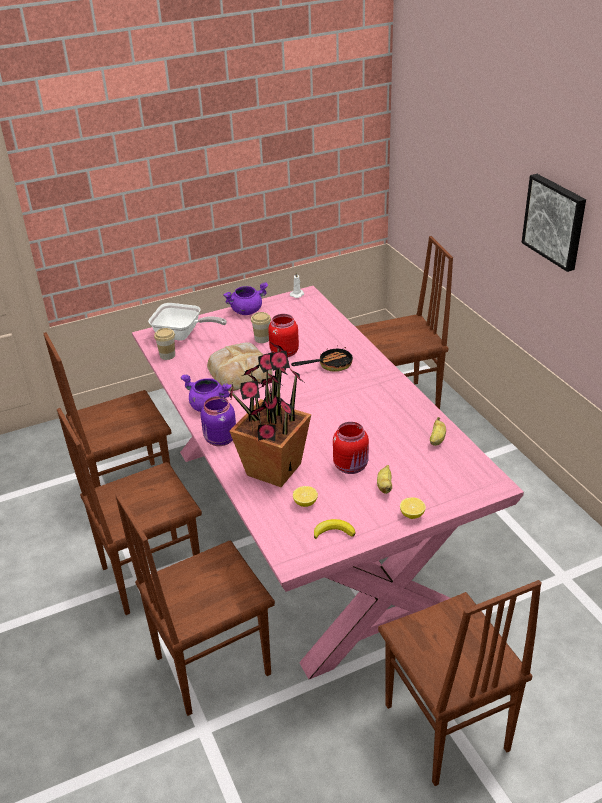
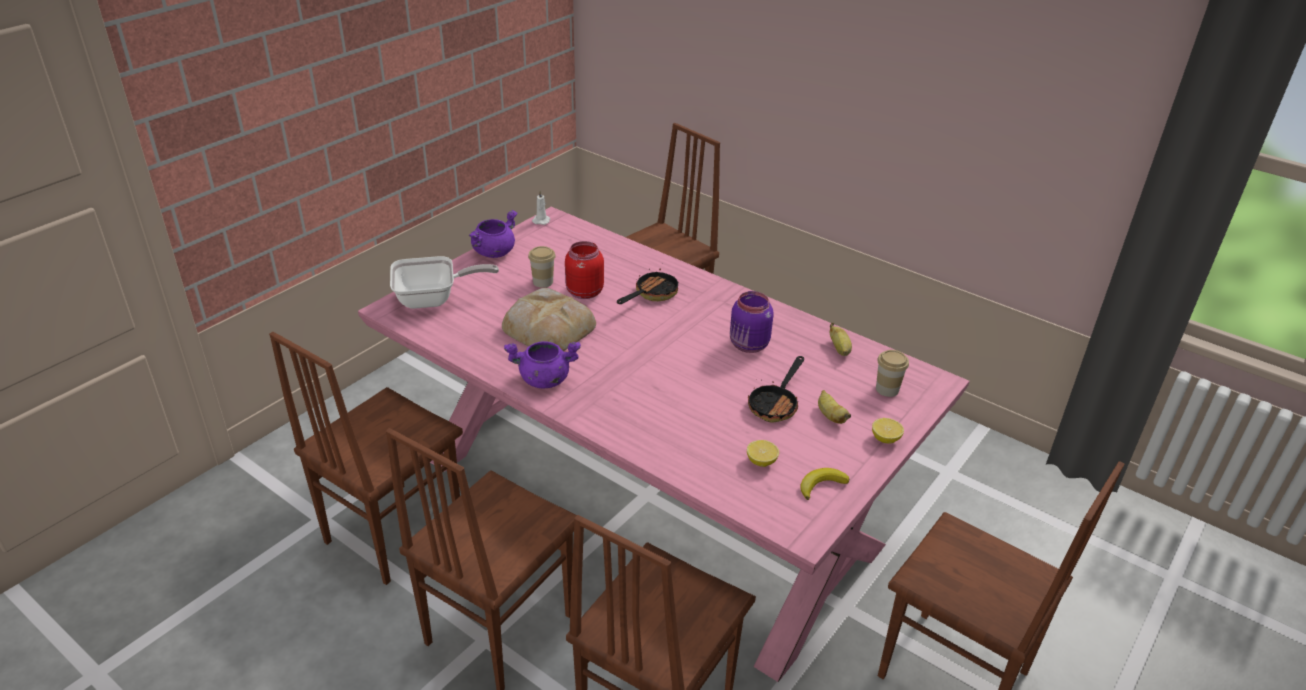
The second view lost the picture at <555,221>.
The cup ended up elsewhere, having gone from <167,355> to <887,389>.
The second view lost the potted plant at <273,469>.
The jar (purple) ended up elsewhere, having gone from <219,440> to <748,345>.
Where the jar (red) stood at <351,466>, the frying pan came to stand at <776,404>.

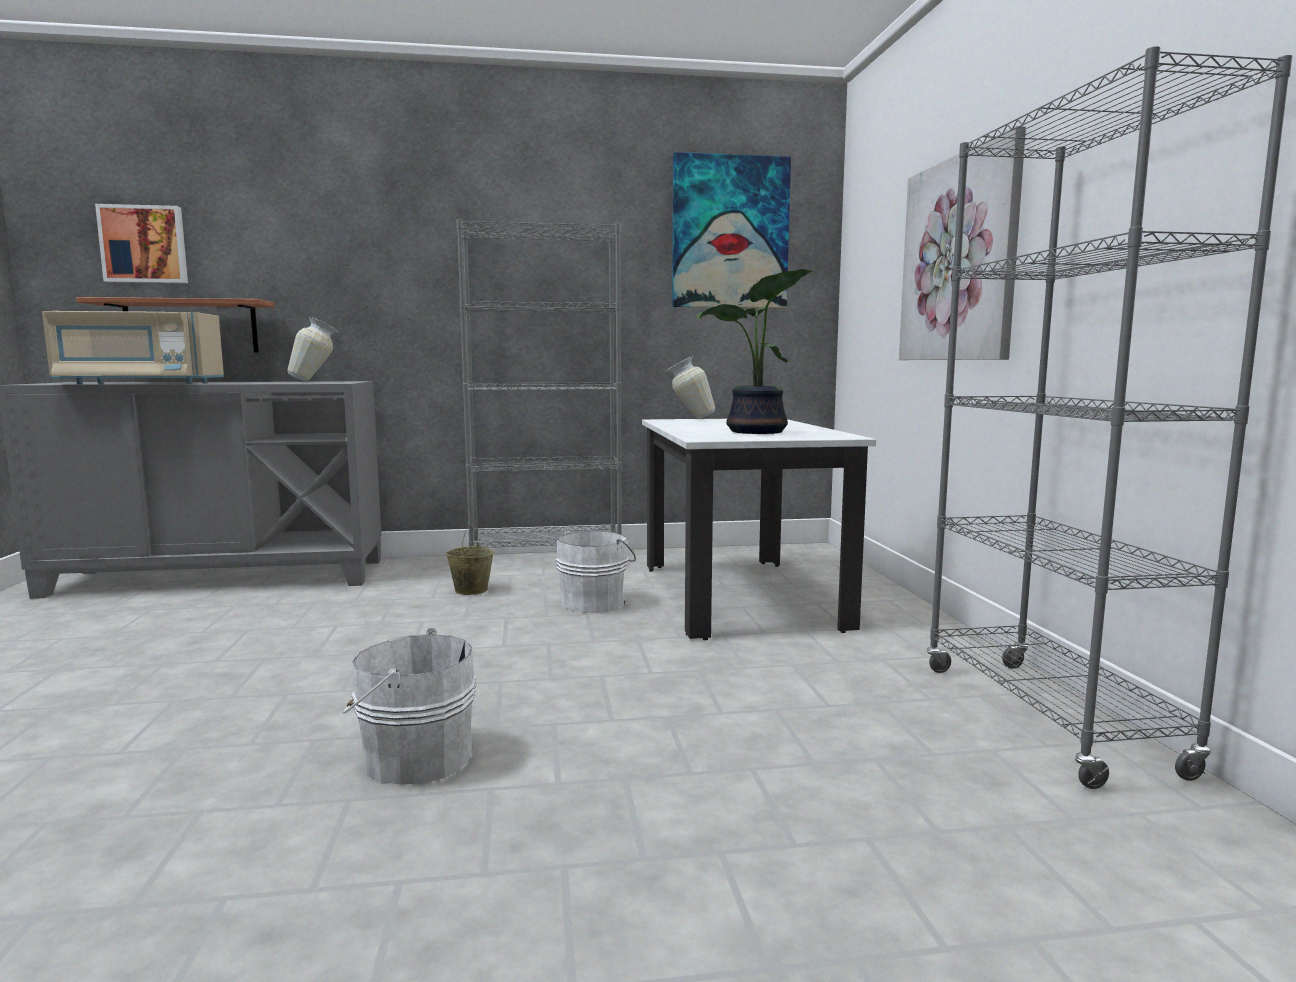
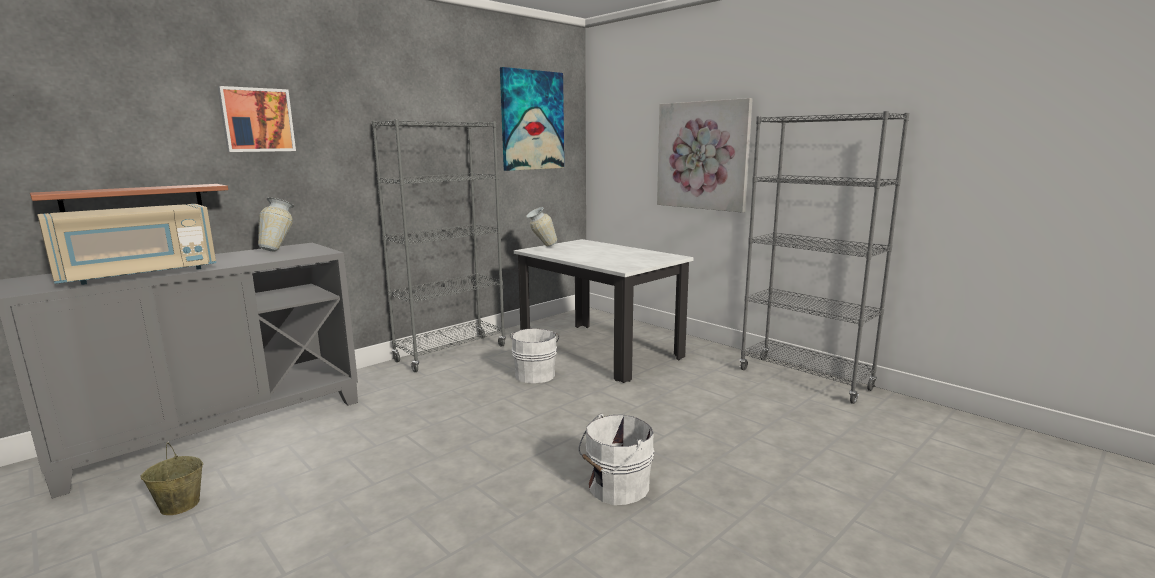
The picture ended up elsewhere, having gone from <144,244> to <257,120>.
The second view lost the potted plant at <756,432>.
The bucket (beige) ended up elsewhere, having gone from <470,590> to <179,505>.

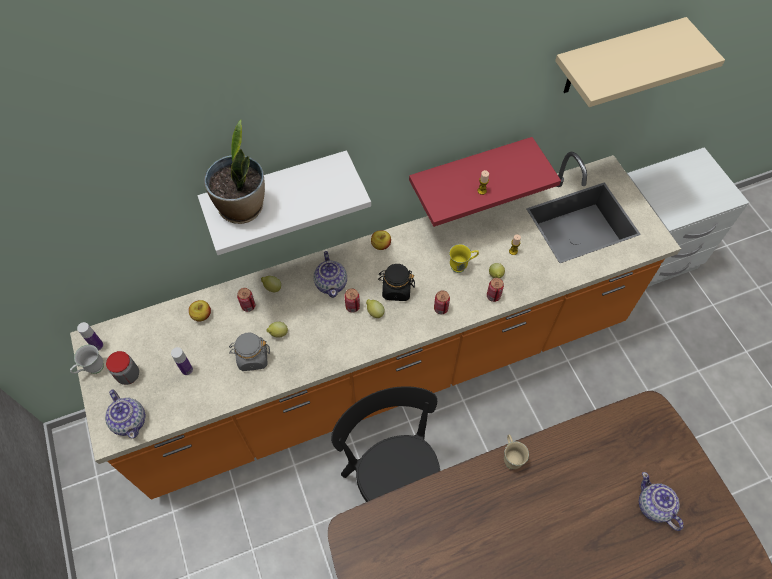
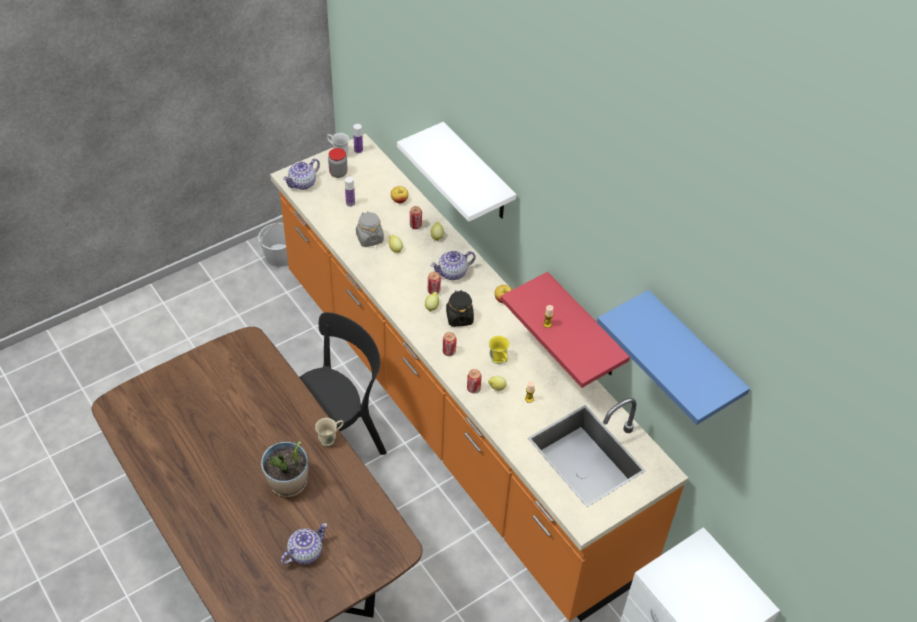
What was the shelf (beige) at <614,57> turned into the shelf (blue) at <692,355>.
The potted plant ended up elsewhere, having gone from <242,207> to <288,483>.
The second view gained the bucket (white) at <279,256>.

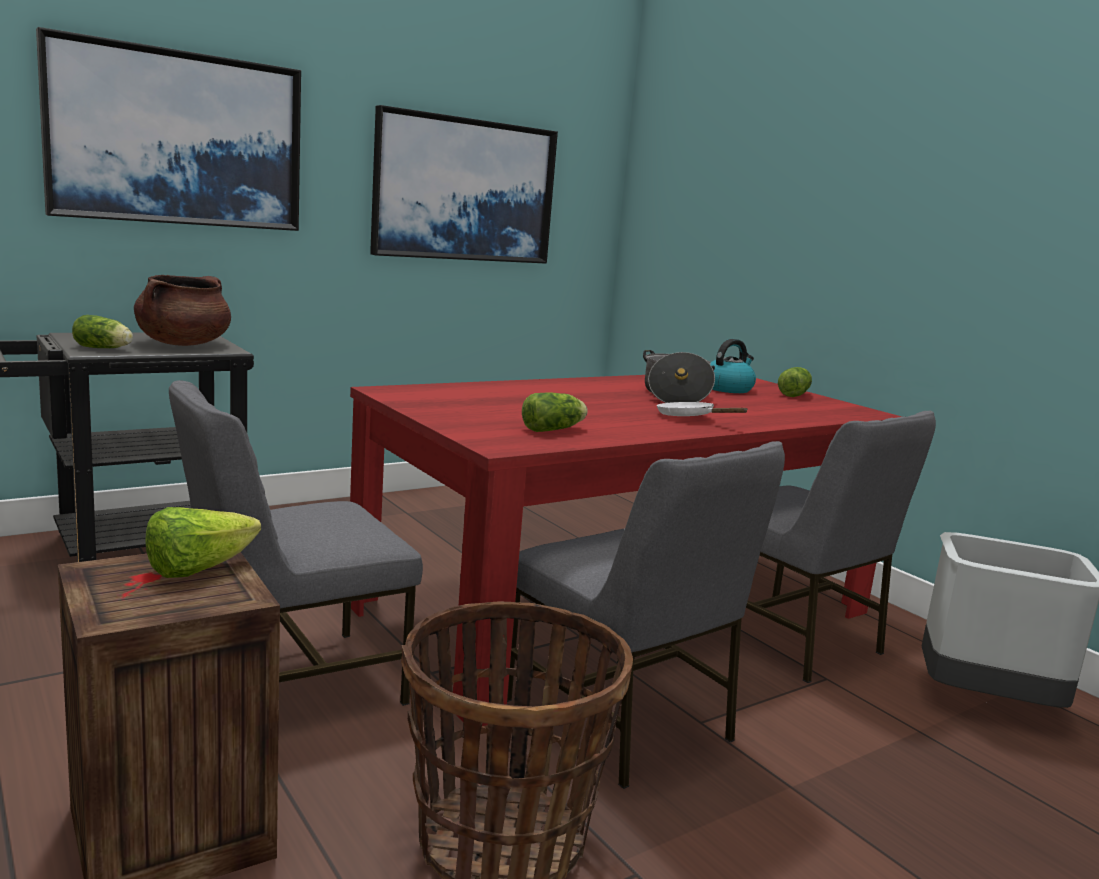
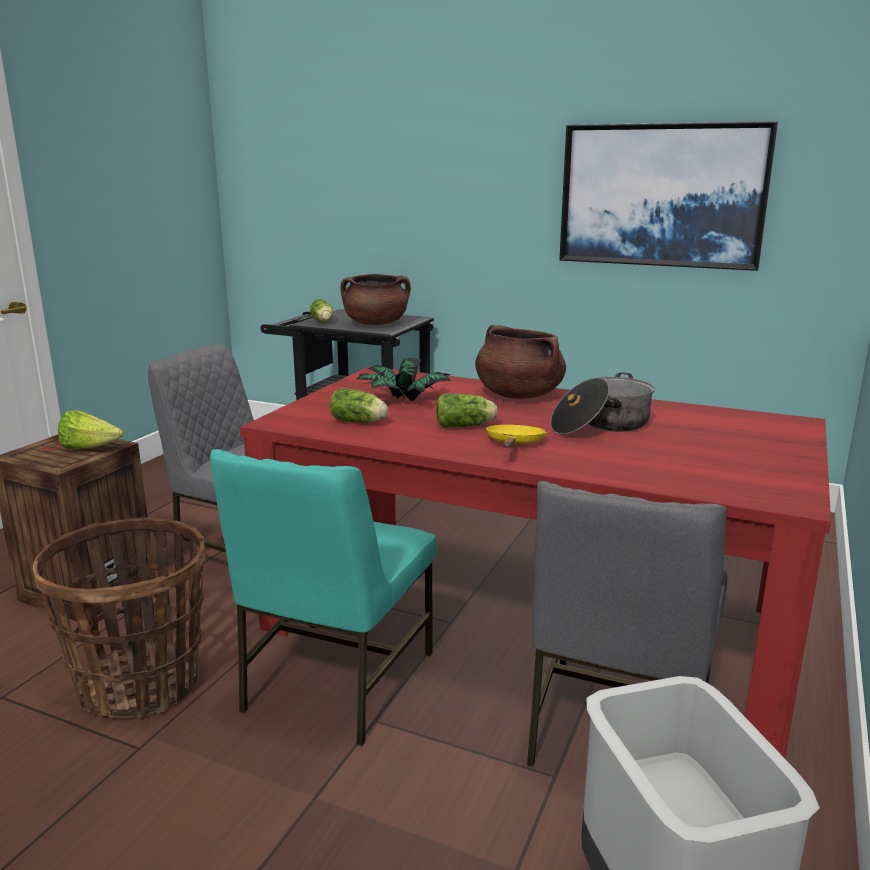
The second view lost the picture at <177,139>.
The second view lost the kettle at <727,388>.
The lettuce ended up elsewhere, having gone from <794,394> to <466,426>.
What was the frying pan (white) at <690,418> turned into the frying pan (yellow) at <515,444>.
What was the chair (grey) at <621,720> turned into the chair (turquoise) at <335,682>.
The second view gained the cooking pot (brown) at <518,395>.
The second view gained the potted plant at <403,401>.

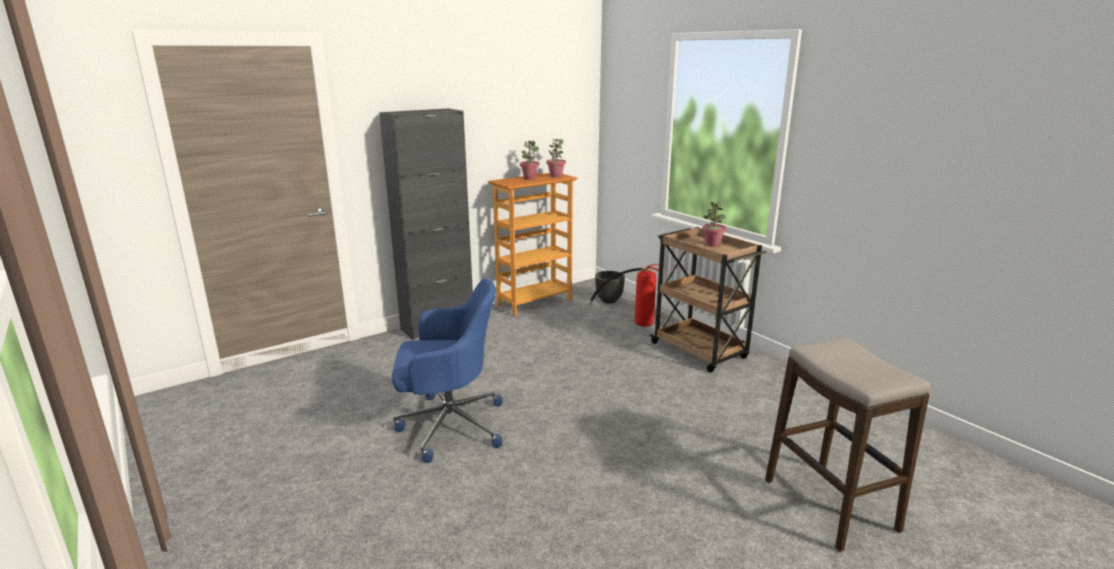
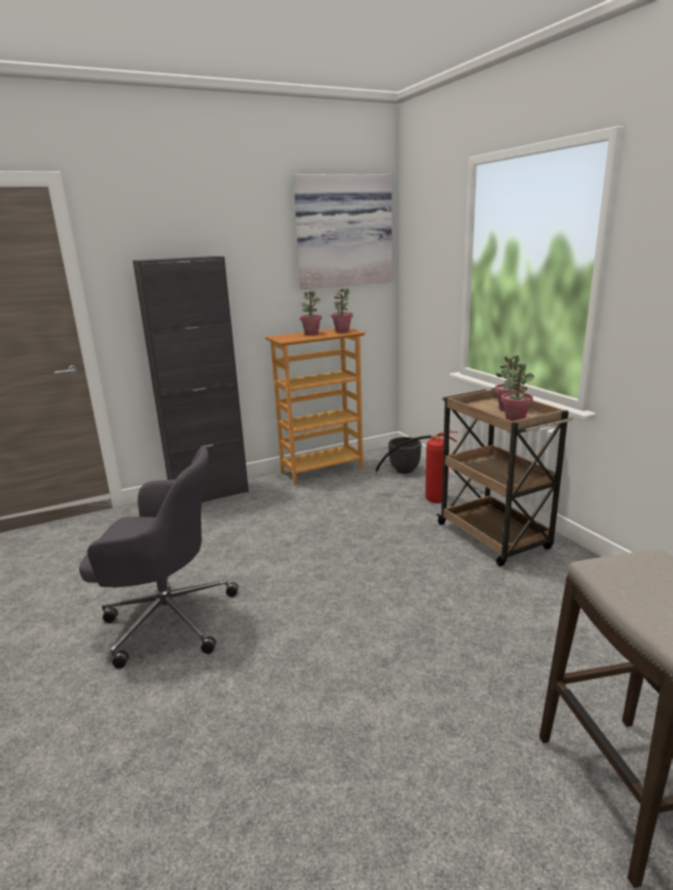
What was the office chair (blue) at <449,425> turned into the office chair (grey) at <166,618>.
The second view gained the picture at <343,231>.
The second view gained the potted plant at <515,419>.

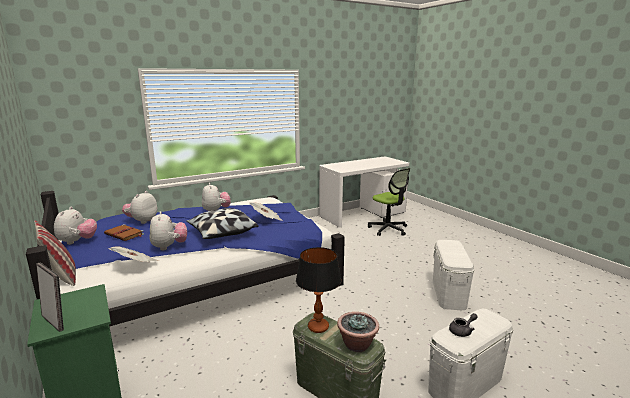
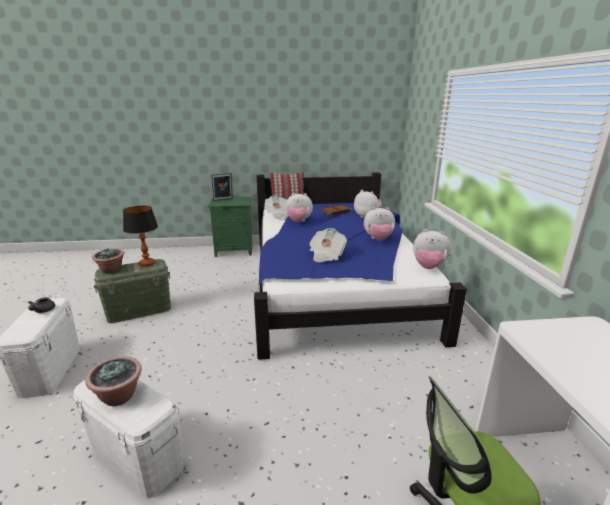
The plush toy ended up elsewhere, having gone from <78,241> to <428,267>.
The second view lost the pillow at <222,233>.
The second view gained the potted plant at <119,396>.

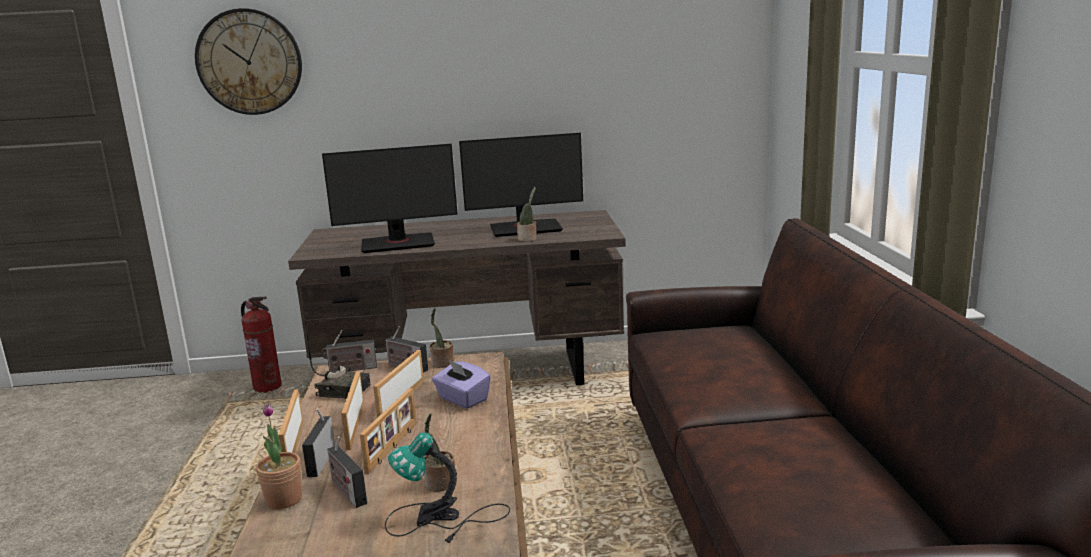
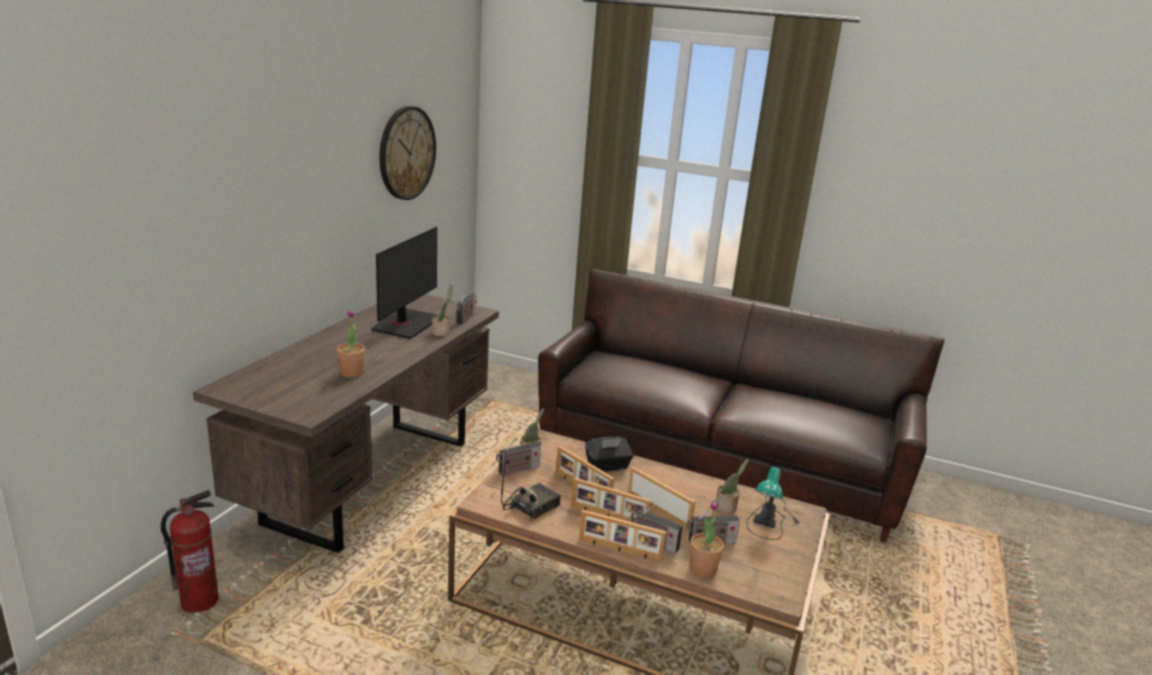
The wall clock ended up elsewhere, having gone from <249,62> to <406,153>.
Where the monitor stood at <398,243>, the potted plant came to stand at <351,373>.
The radio ended up elsewhere, having gone from <350,370> to <466,319>.
What was the tissue box (purple) at <462,399> turned into the tissue box (black) at <607,466>.

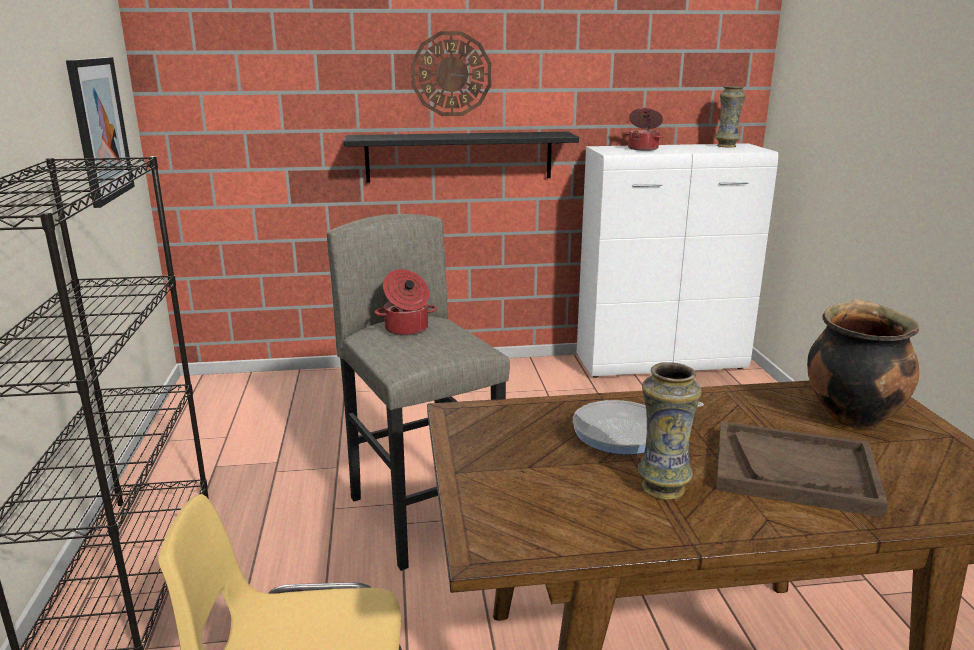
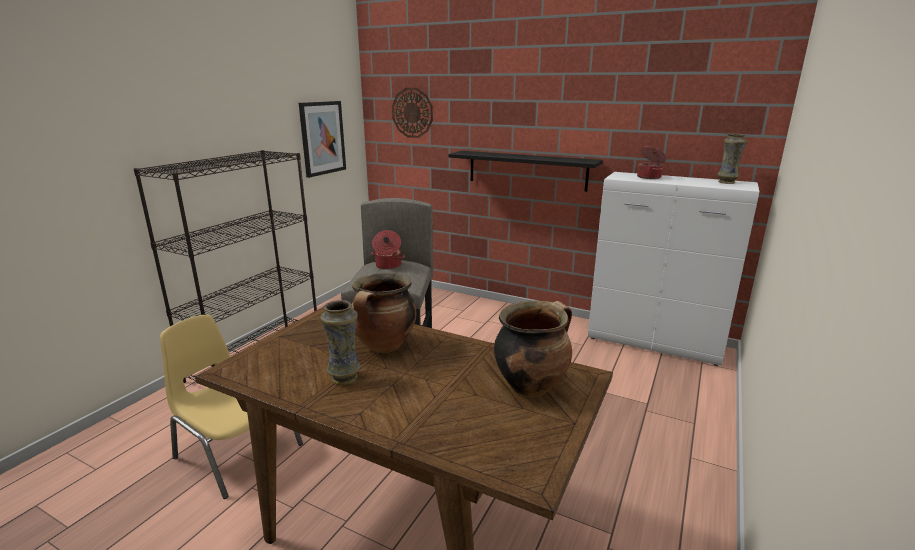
The wall clock ended up elsewhere, having gone from <451,74> to <412,113>.
Where the frying pan stood at <626,432>, the cooking pot came to stand at <384,347>.
The second view lost the tray (brown) at <794,471>.

